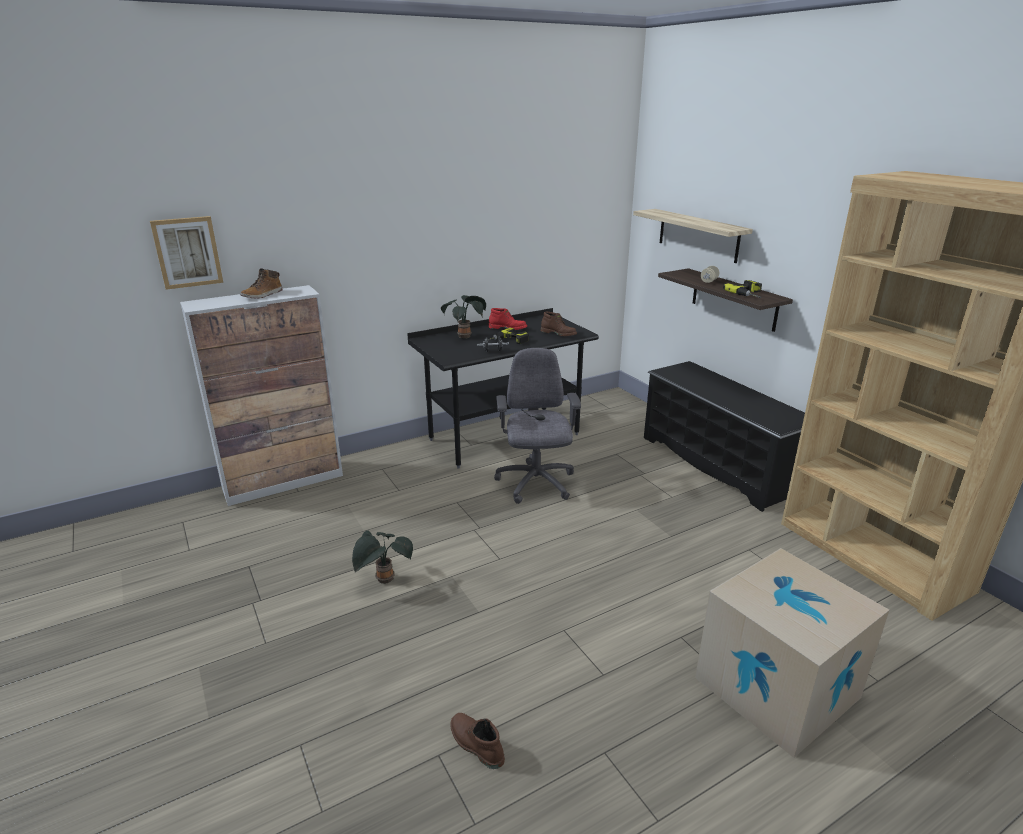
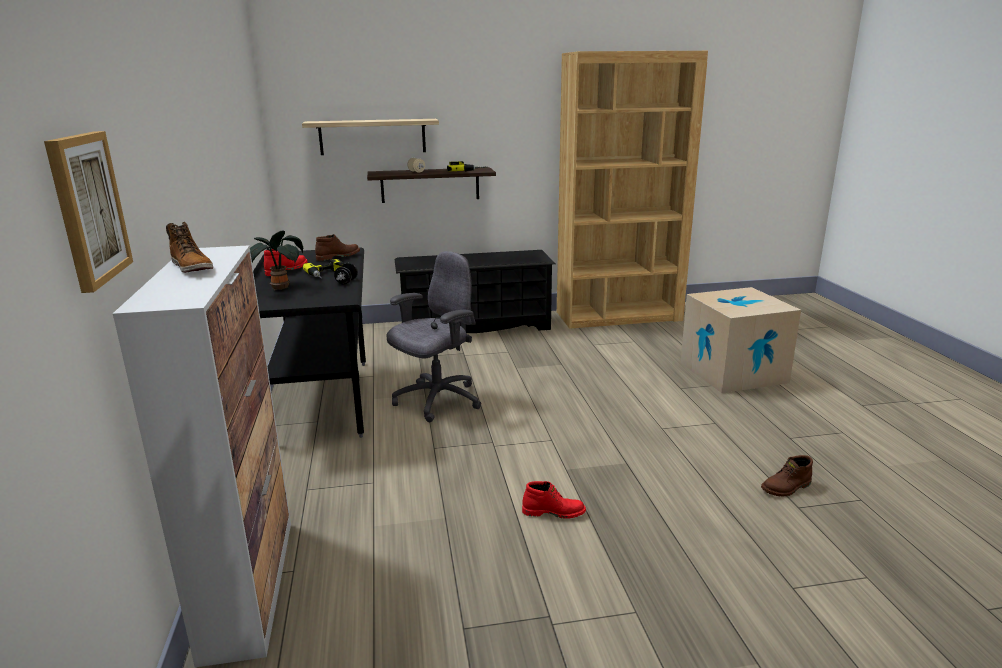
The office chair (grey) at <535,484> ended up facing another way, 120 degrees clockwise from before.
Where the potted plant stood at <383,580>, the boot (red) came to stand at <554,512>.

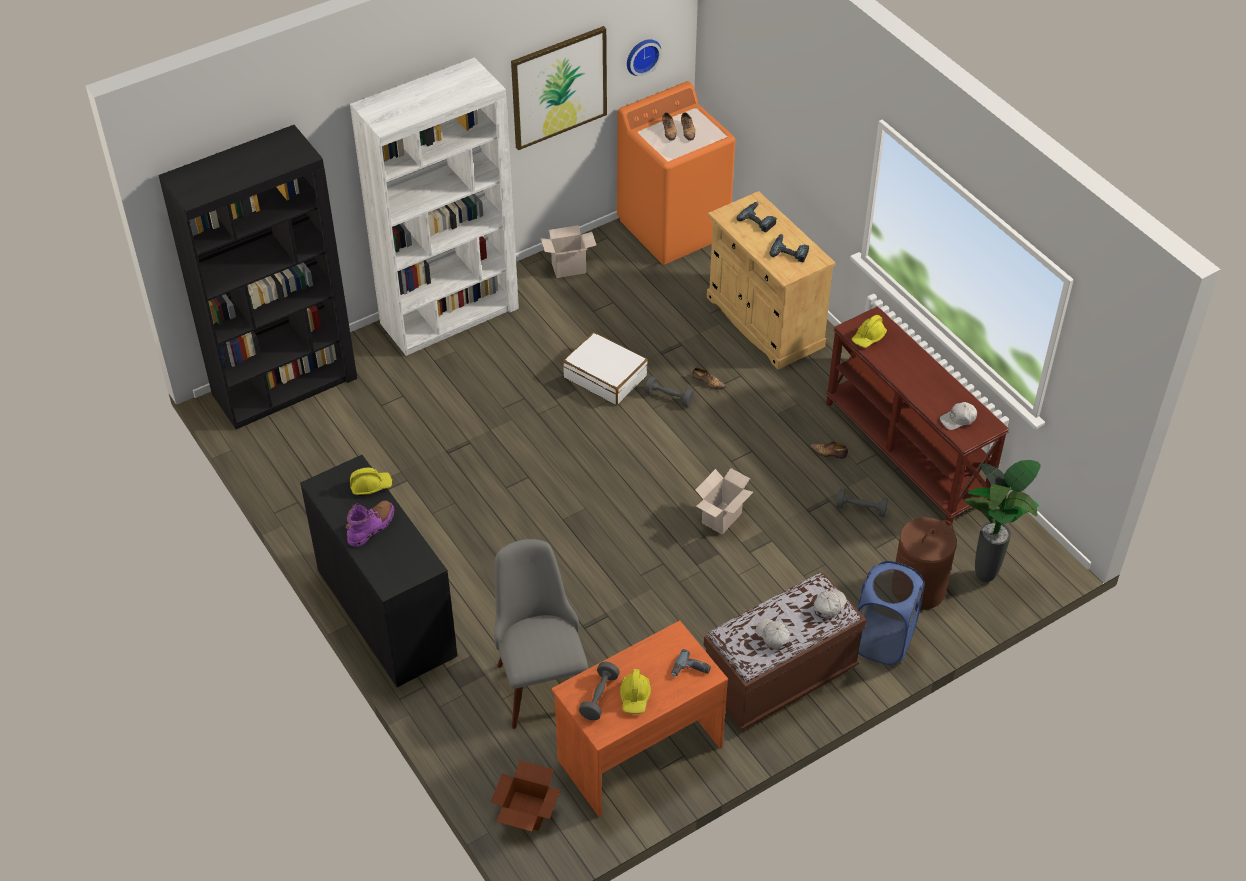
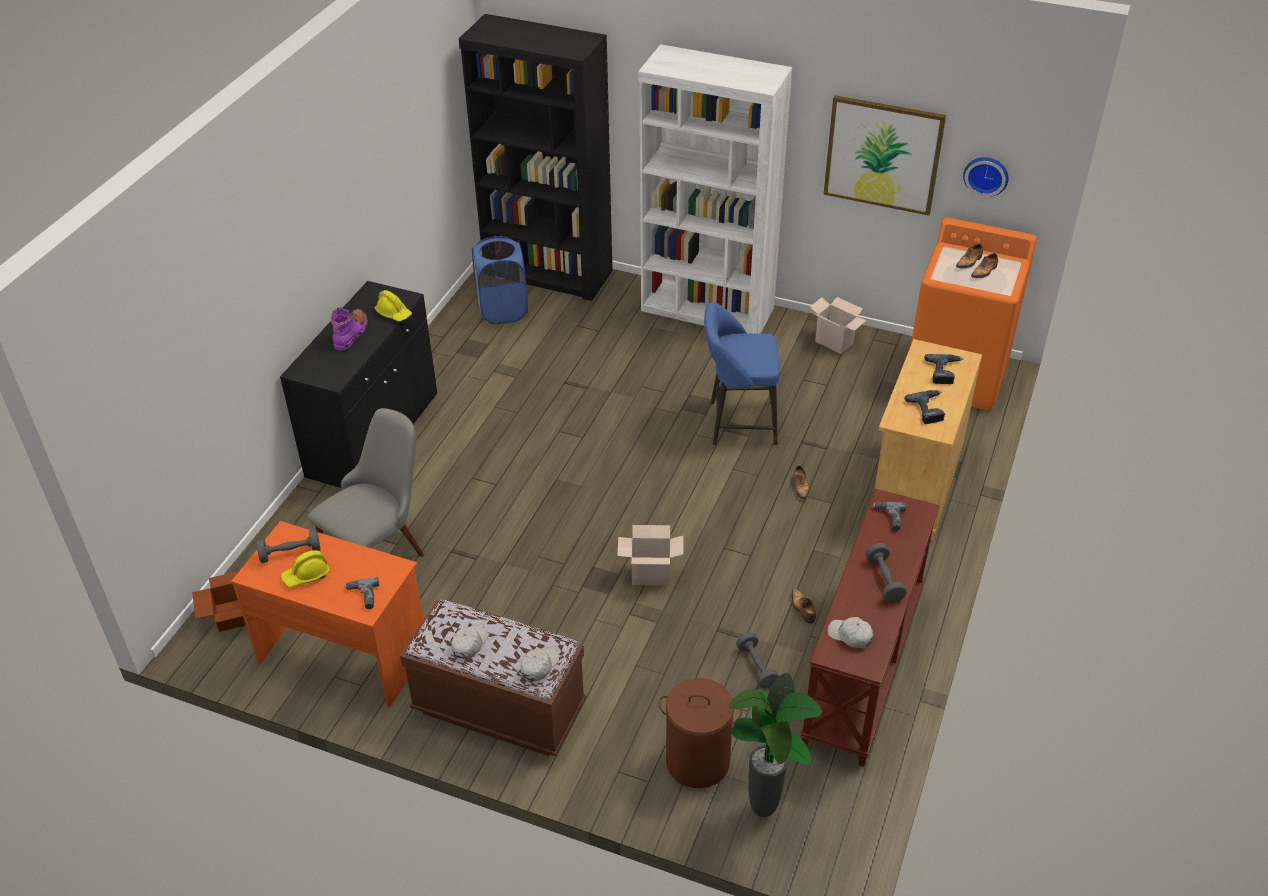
Where the hard hat (yellow) stood at <868,337>, the power drill came to stand at <888,518>.
Where the suitcase (white) stood at <605,376>, the stool (blue) came to stand at <738,423>.
The dumbbell (grey) ended up elsewhere, having gone from <669,397> to <884,580>.
The boot (purple) at <371,527> ended up facing another way, 75 degrees counterclockwise from before.
The laundry basket (blue) ended up elsewhere, having gone from <883,640> to <502,310>.
The cap (white) at <829,606> ended up facing another way, 60 degrees counterclockwise from before.

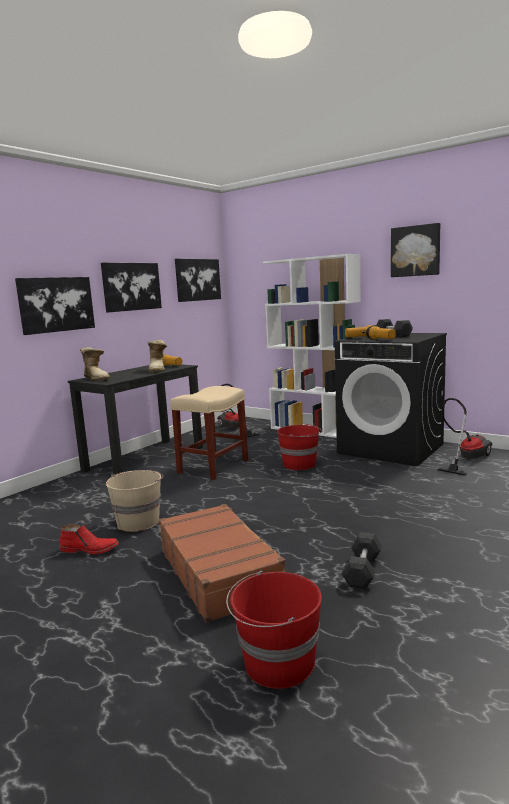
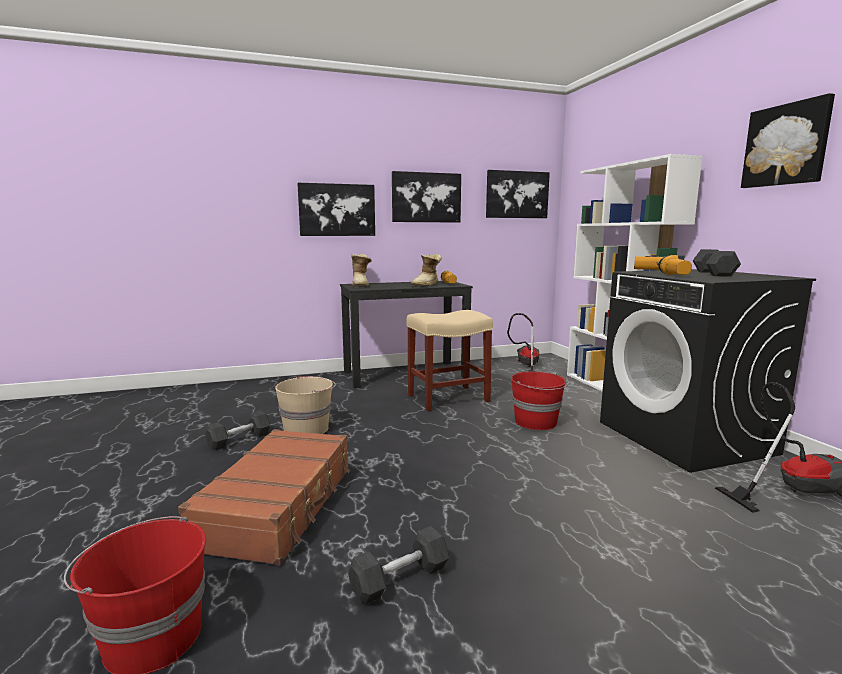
Where the boot (red) stood at <90,549>, the dumbbell (grey) came to stand at <239,440>.

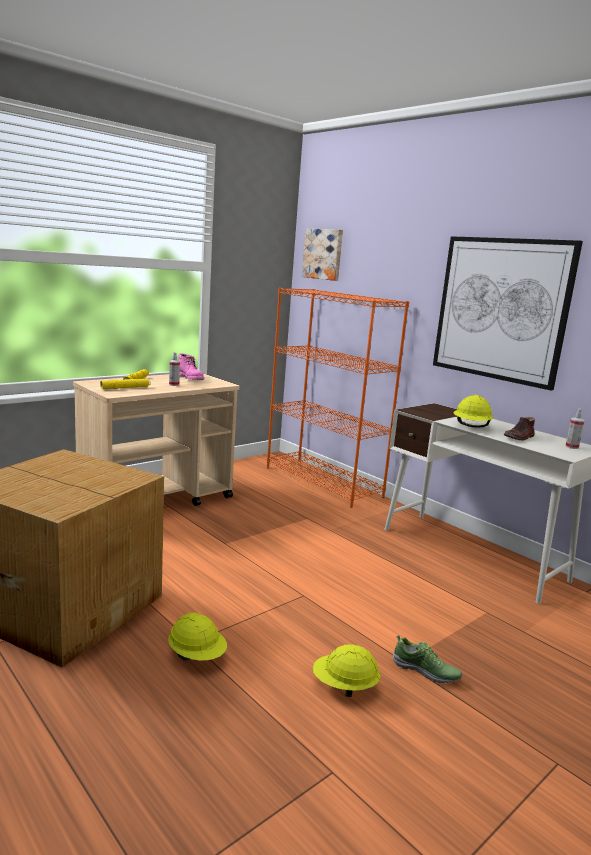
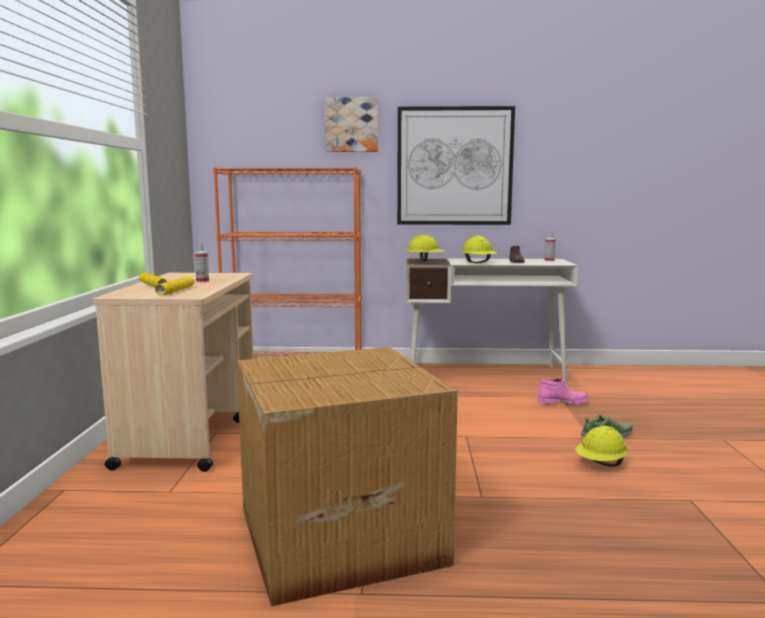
The picture ended up elsewhere, having gone from <323,254> to <352,125>.
The boot (pink) ended up elsewhere, having gone from <190,378> to <562,403>.
The hard hat (yellow) ended up elsewhere, having gone from <197,656> to <425,261>.

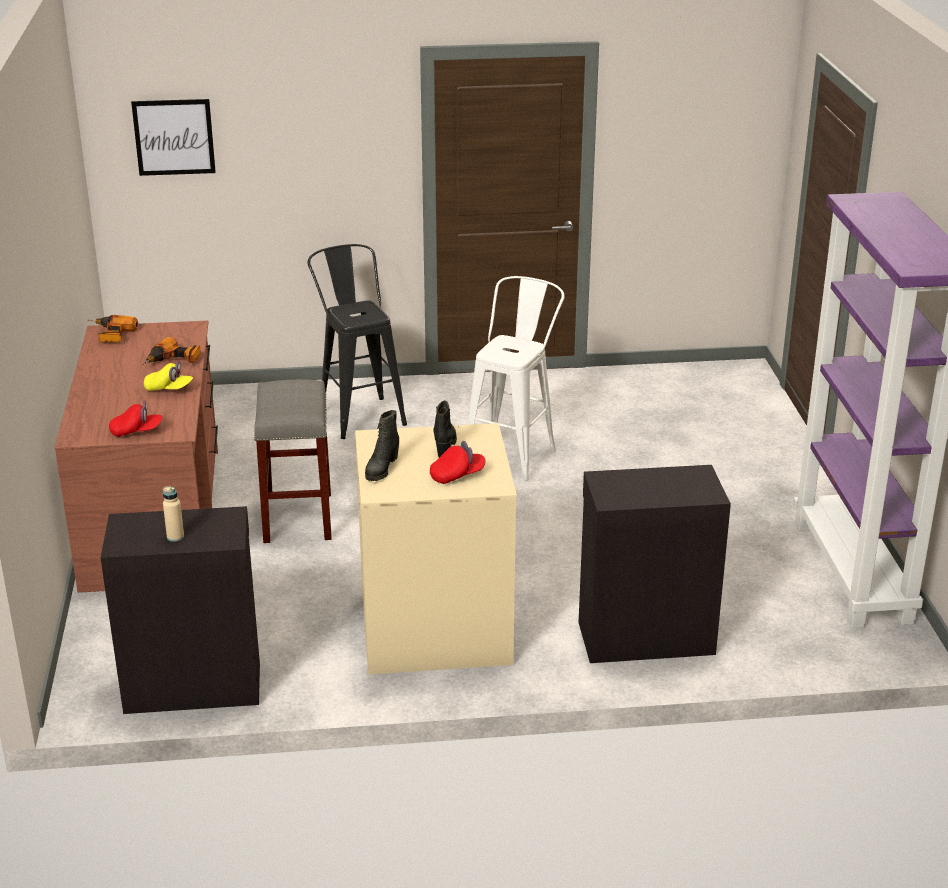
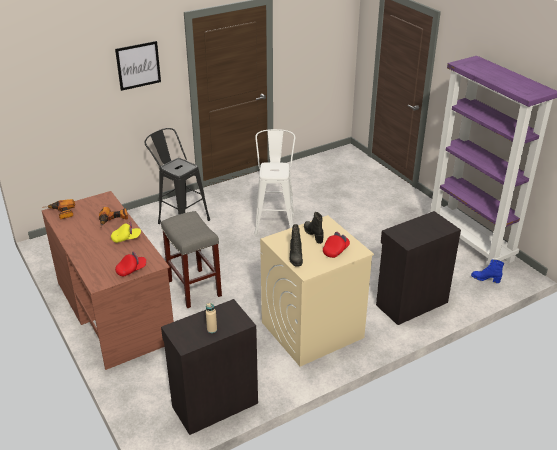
The picture ended up elsewhere, having gone from <174,137> to <138,65>.
The second view gained the boot (blue) at <485,279>.

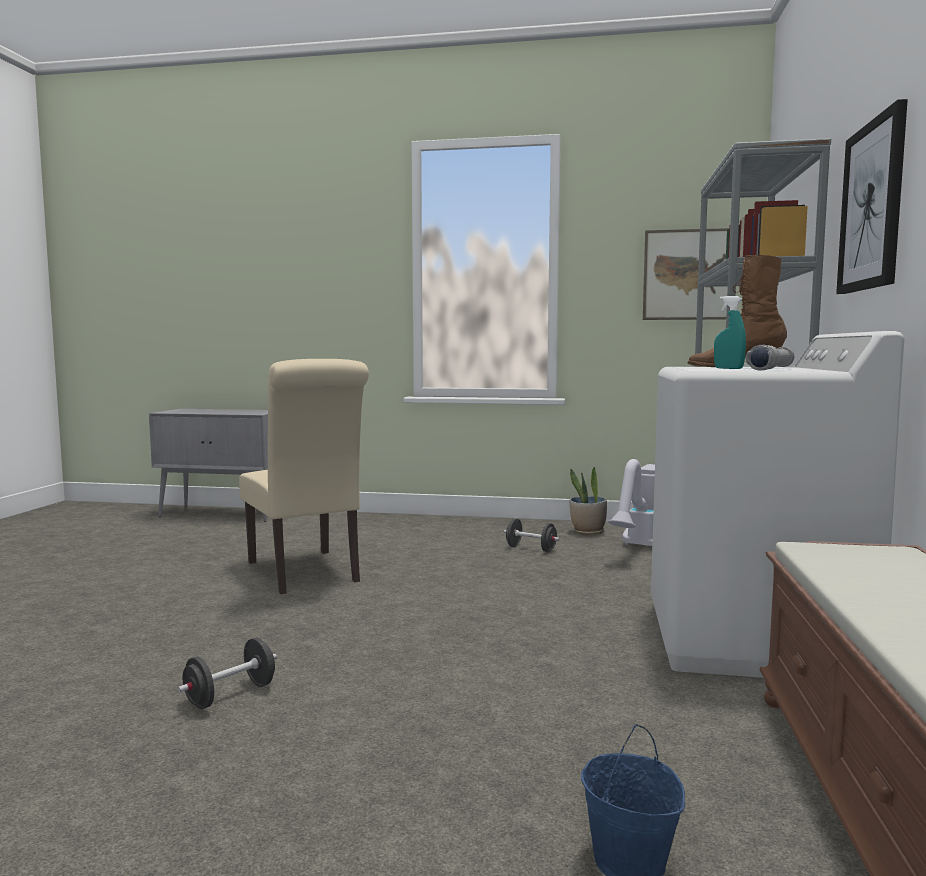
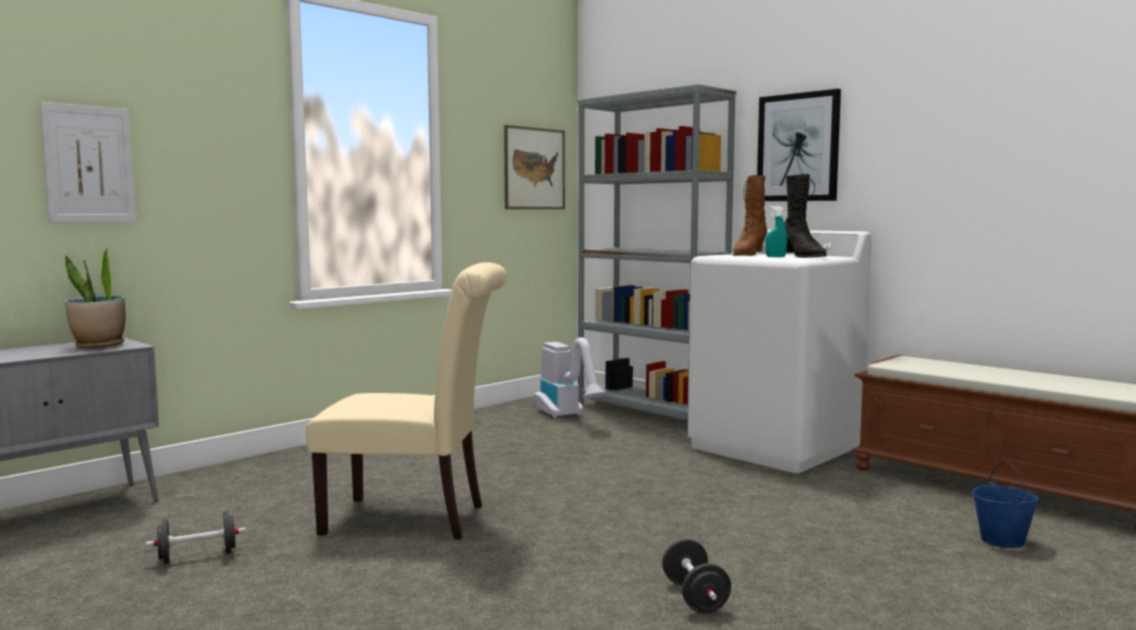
Where the flashlight (grey) stood at <771,369>, the boot (black) came to stand at <802,256>.
The potted plant ended up elsewhere, having gone from <588,532> to <99,345>.
The dumbbell (black) ended up elsewhere, having gone from <531,549> to <198,557>.
The second view gained the picture at <89,164>.

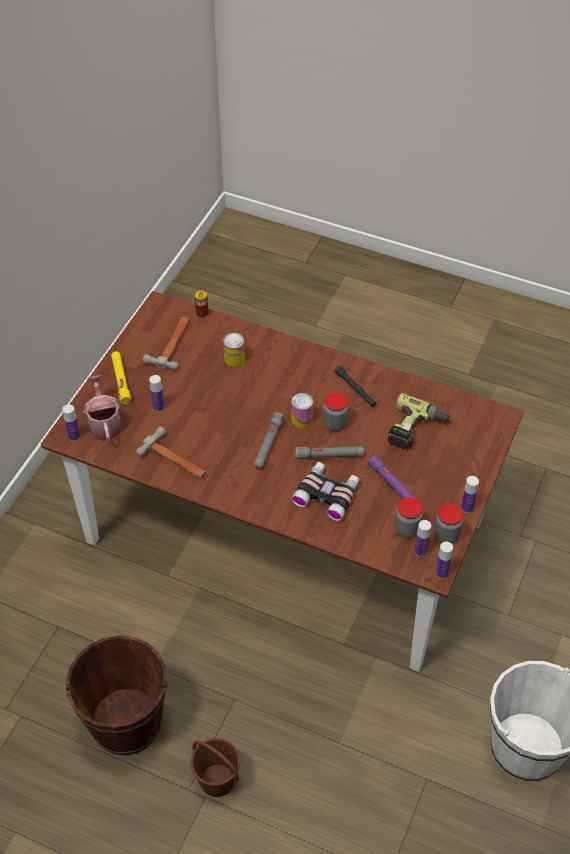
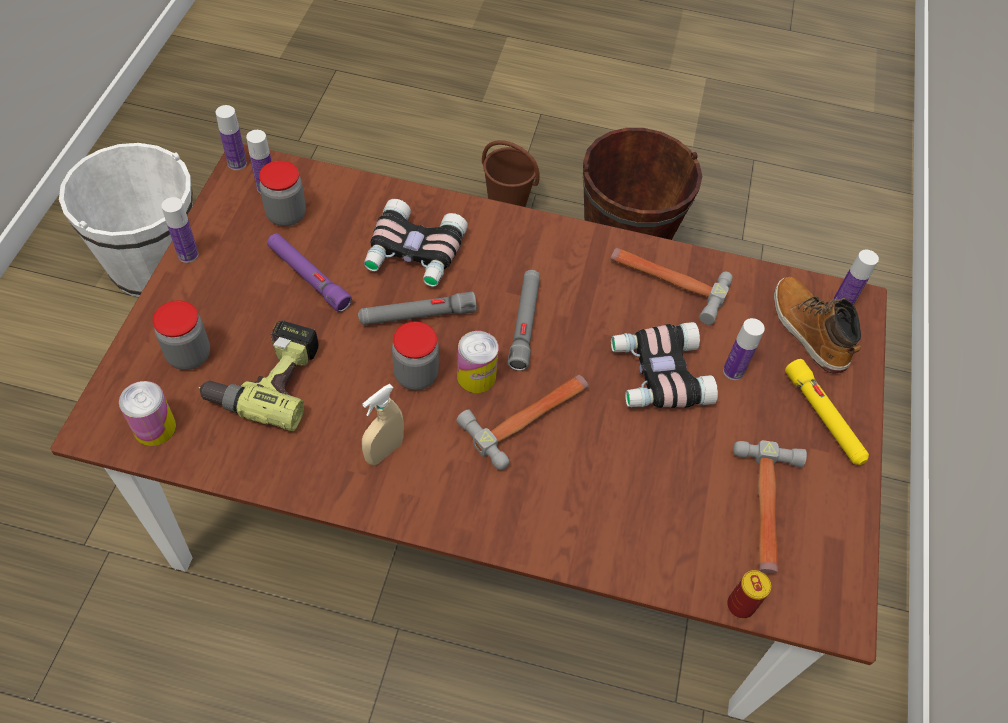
The can ended up elsewhere, having gone from <234,359> to <154,427>.
Where the flashlight (black) stood at <355,389>, the spray bottle (beige) came to stand at <384,451>.
Where the watering can stood at <104,423>, the boot came to stand at <807,330>.
The jar ended up elsewhere, having gone from <446,535> to <189,355>.
The second view gained the binoculars at <657,374>.
The second view gained the hammer at <530,416>.

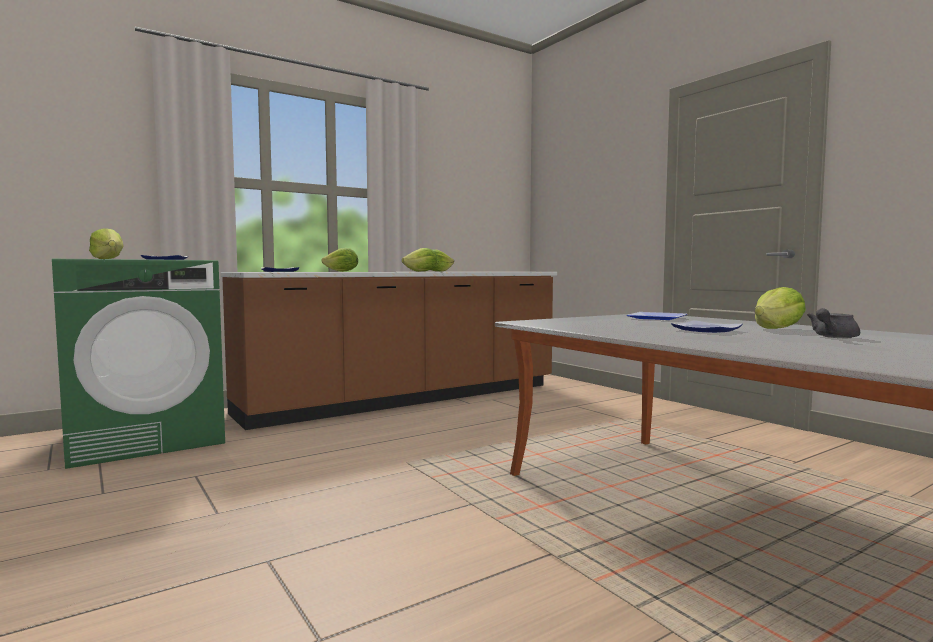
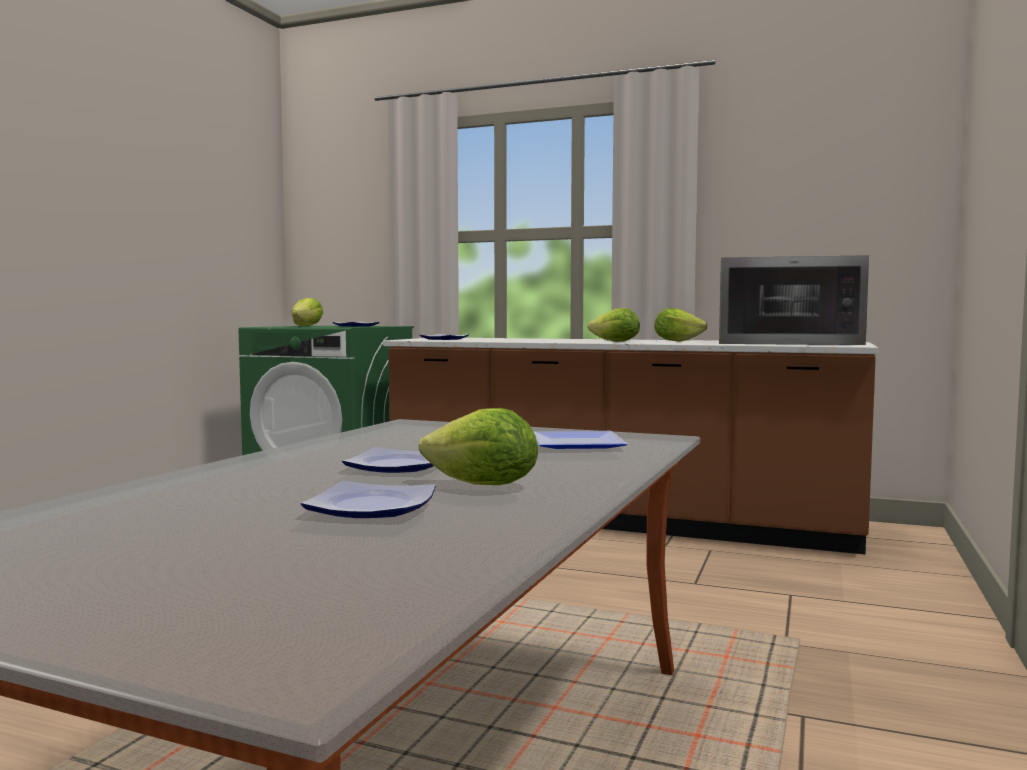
The second view lost the lettuce at <342,271>.
Where the teapot (grey) stood at <832,337>, the plate came to stand at <369,508>.
The second view gained the microwave at <787,343>.

